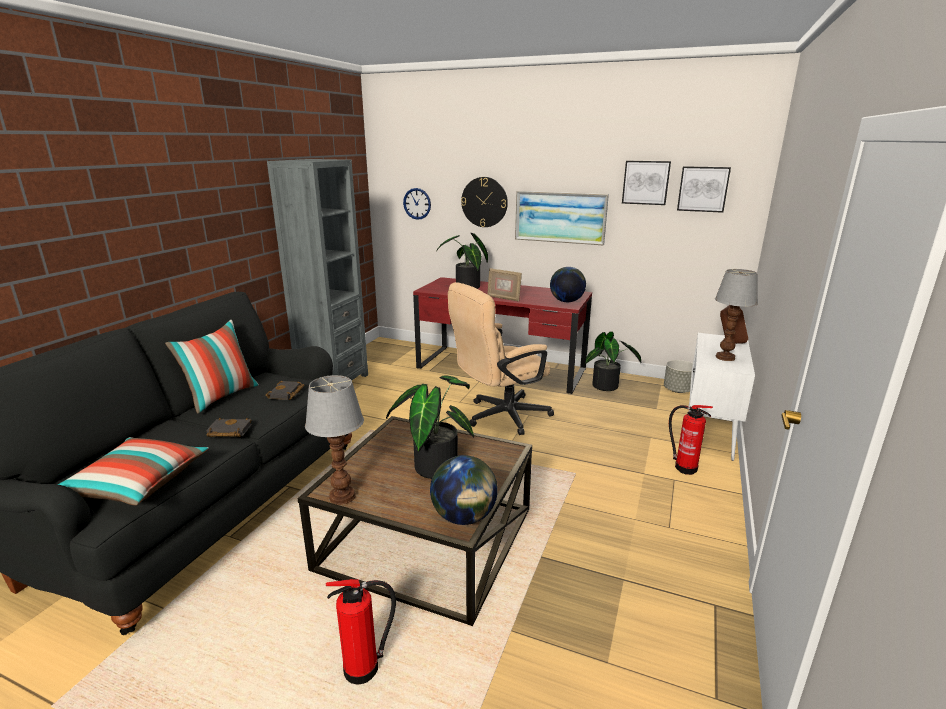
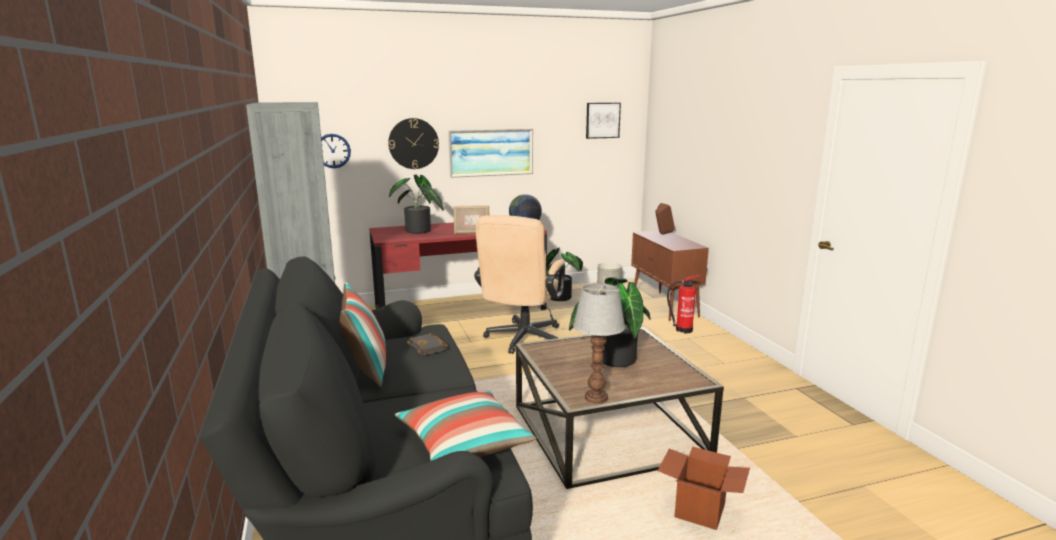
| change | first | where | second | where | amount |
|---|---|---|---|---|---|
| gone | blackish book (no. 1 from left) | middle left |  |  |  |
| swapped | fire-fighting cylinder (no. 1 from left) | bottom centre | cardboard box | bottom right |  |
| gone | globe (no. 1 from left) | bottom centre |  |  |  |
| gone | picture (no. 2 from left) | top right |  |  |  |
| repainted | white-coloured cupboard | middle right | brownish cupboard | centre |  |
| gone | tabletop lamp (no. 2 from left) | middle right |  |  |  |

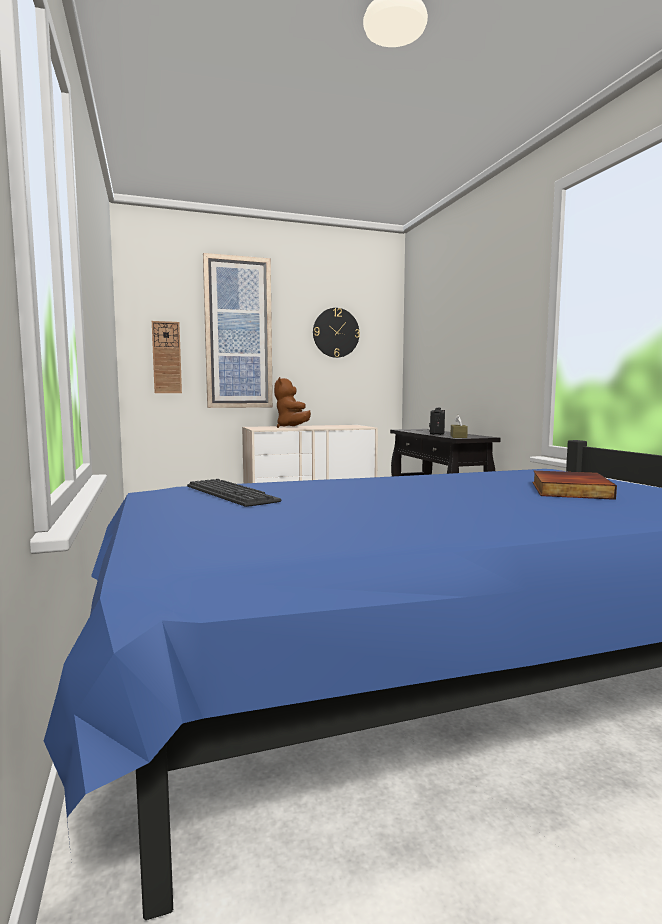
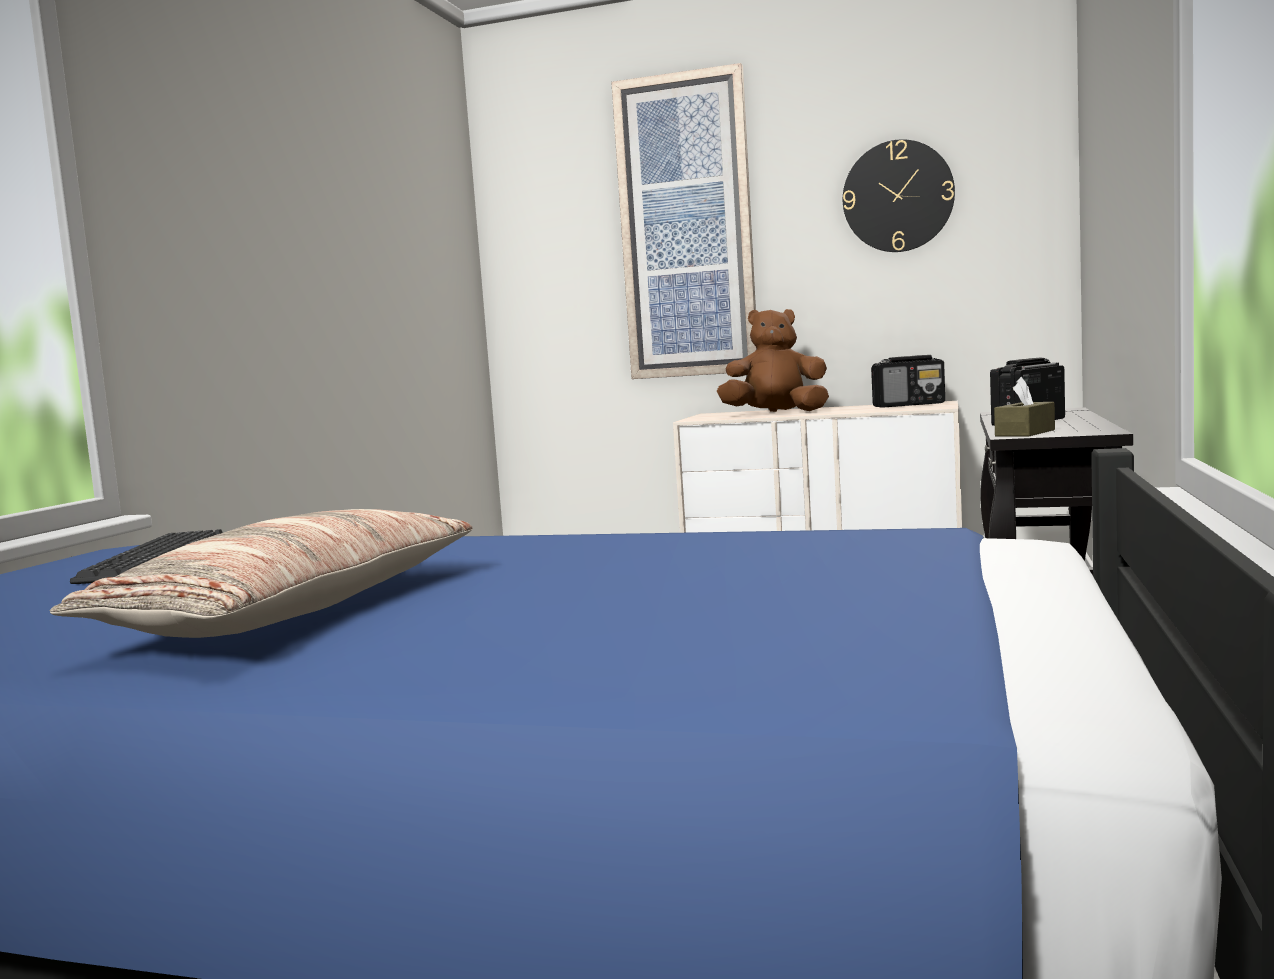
| change | first | where | second | where | amount |
|---|---|---|---|---|---|
| gone | clock on the wall (no. 1 from left) | middle left |  |  |  |
| rotated | brownish cuddly toy | centre |  | centre | 75 degrees clockwise |
| gone | book | middle right |  |  |  |
| new |  |  | pillow | middle left |  |
| new |  |  | radio receiver (no. 1 from left) | middle right |  |

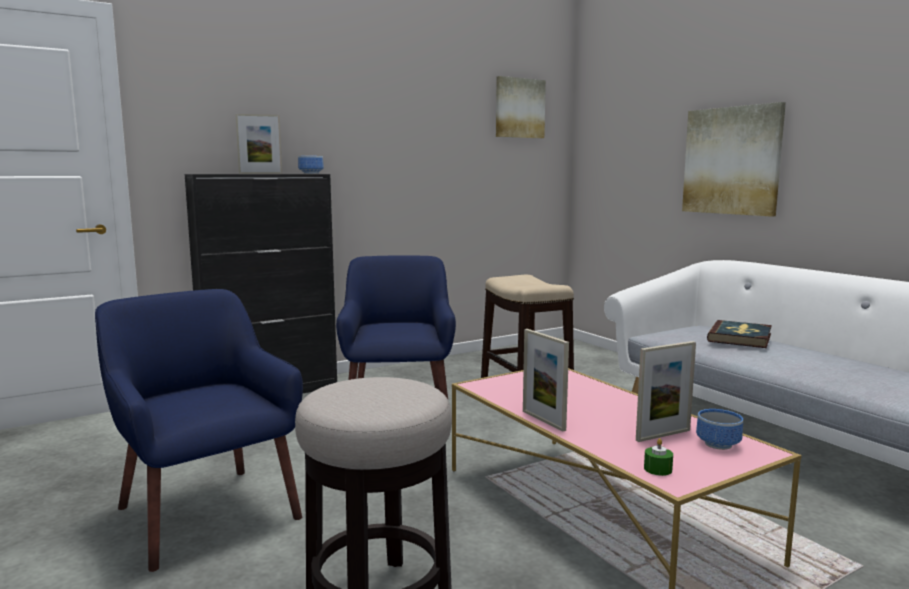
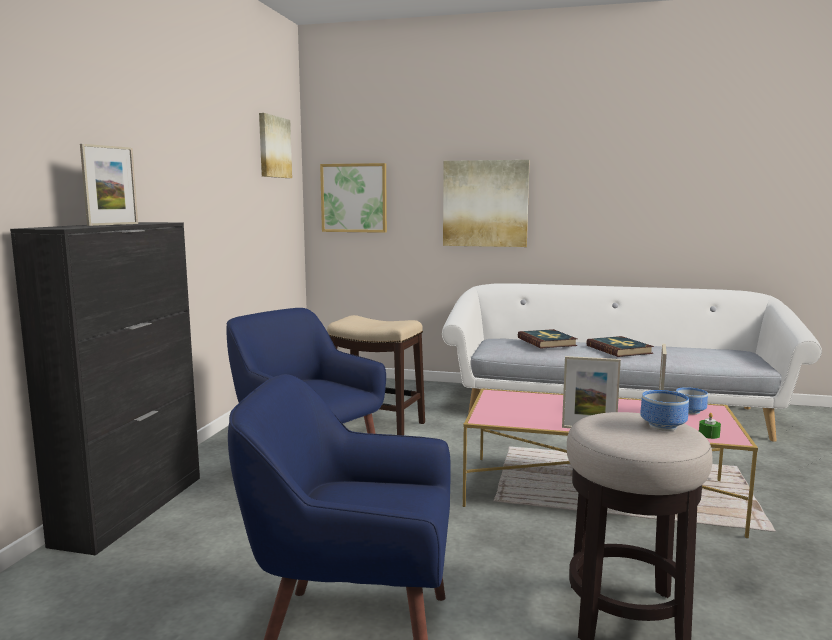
| change | first | where | second | where | amount |
|---|---|---|---|---|---|
| shifted | bowl (no. 1 from left) | top centre |  | middle right |  |
| new |  |  | picture (no. 2 from left) | top centre |  |
| new |  |  | book (no. 2 from left) | middle right |  |

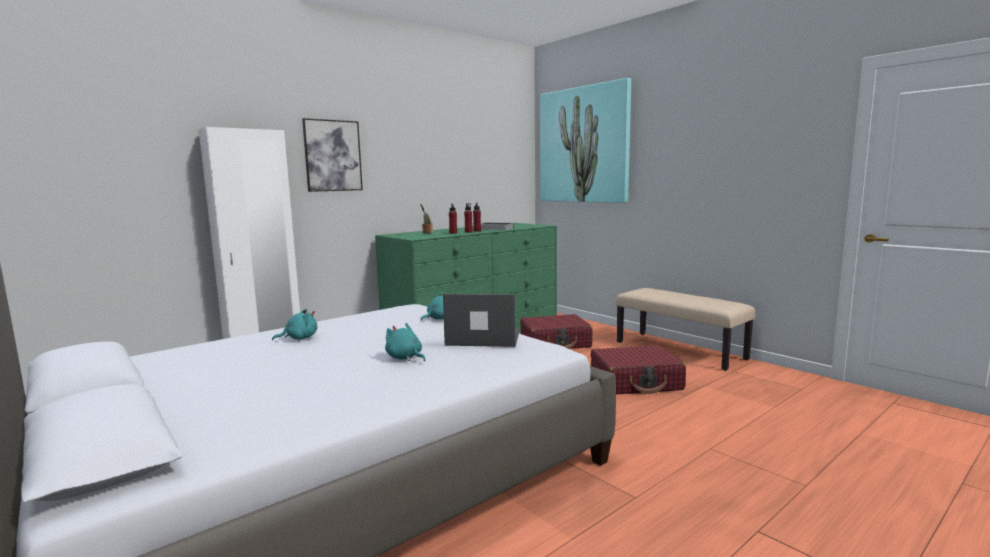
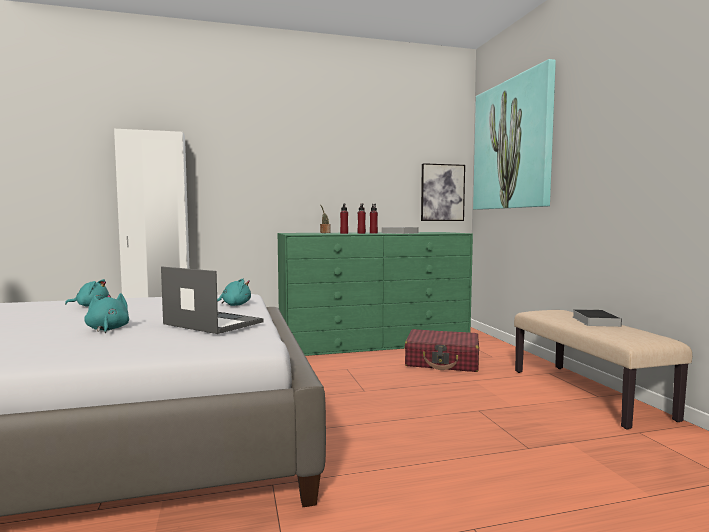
| change | first | where | second | where | amount |
|---|---|---|---|---|---|
| shifted | picture (no. 1 from left) | top centre |  | centre |  |
| gone | reddish travel case (no. 2 from left) | centre |  |  |  |
| new |  |  | book (no. 2 from left) | middle right |  |

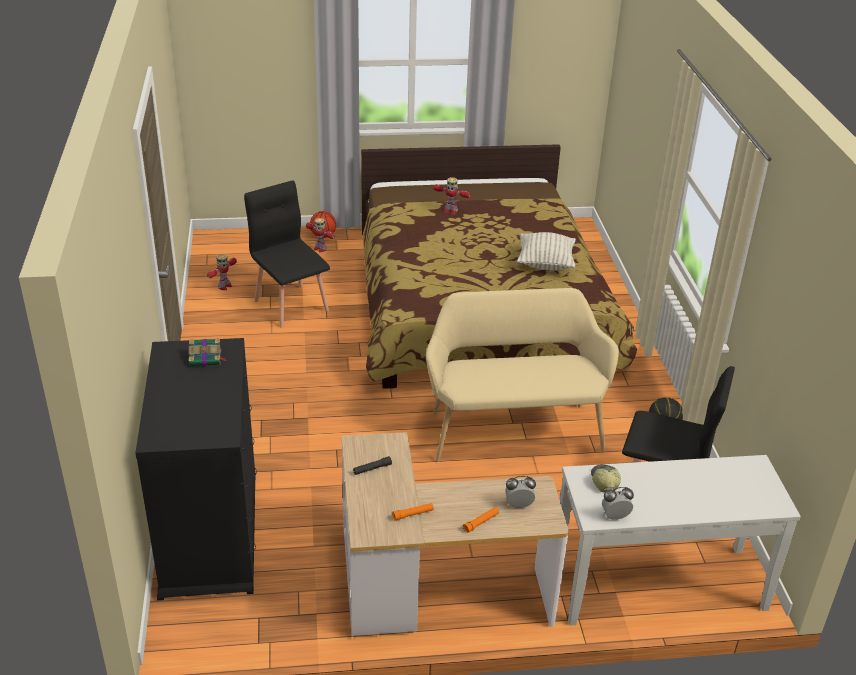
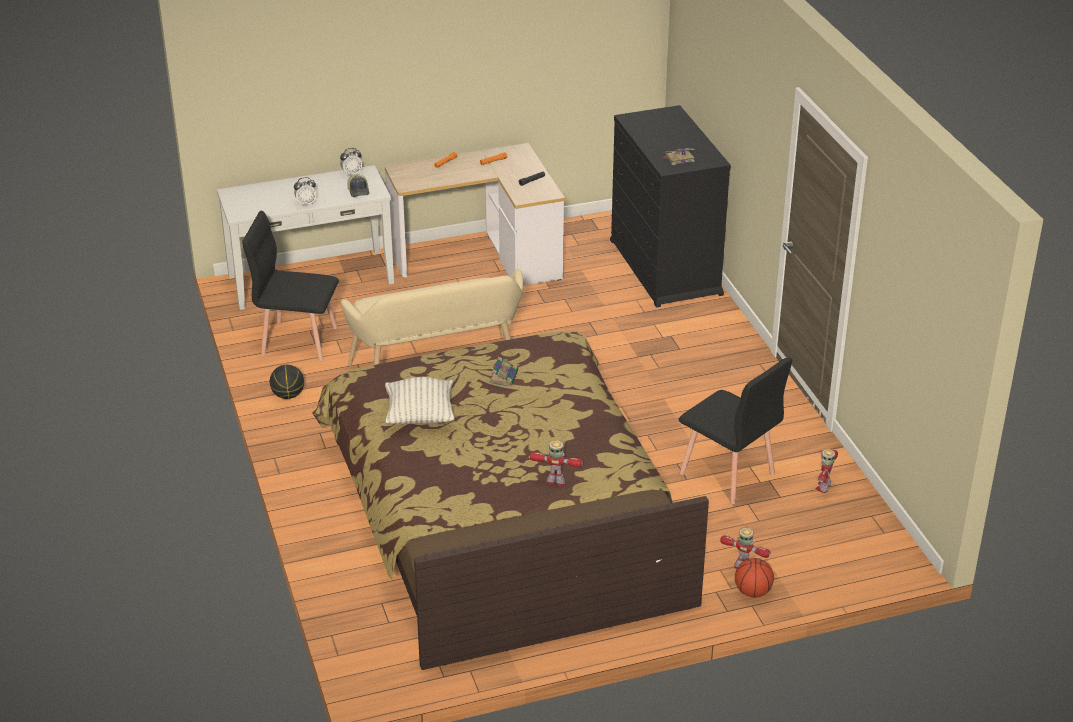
| change | first | where | second | where | amount |
|---|---|---|---|---|---|
| shifted | table clock (no. 1 from left) | bottom centre |  | top left |  |
| new |  |  | book (no. 1 from left) | centre |  |

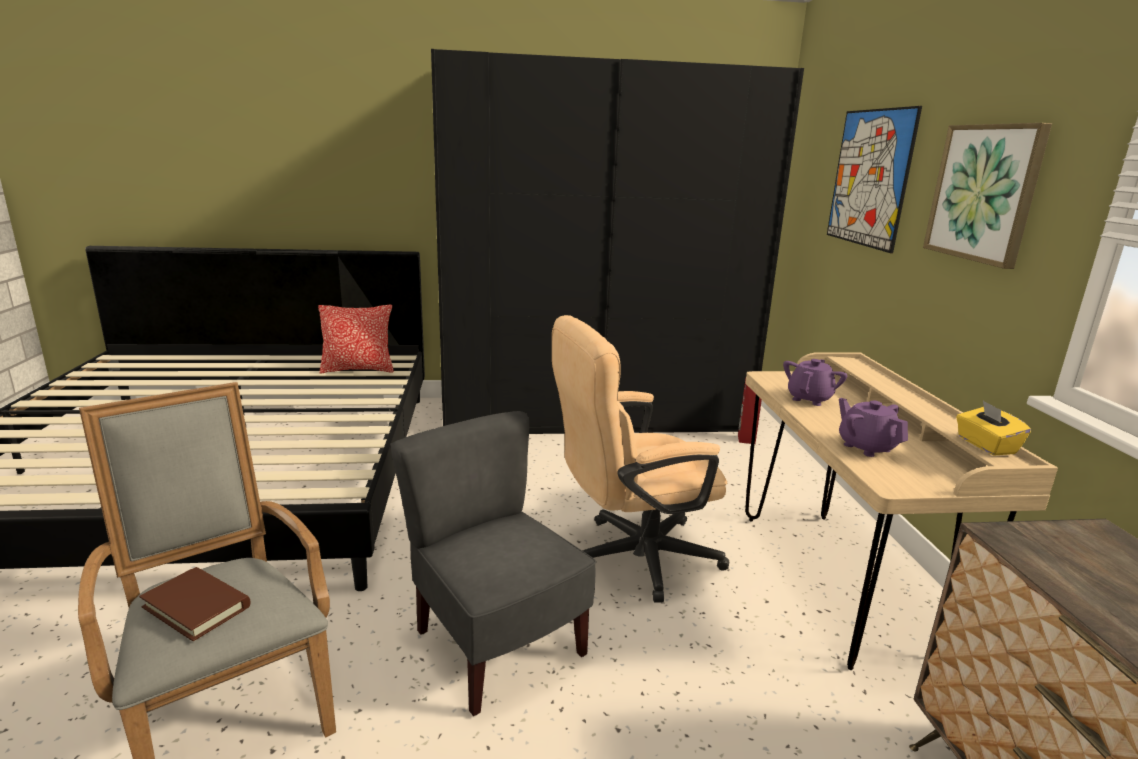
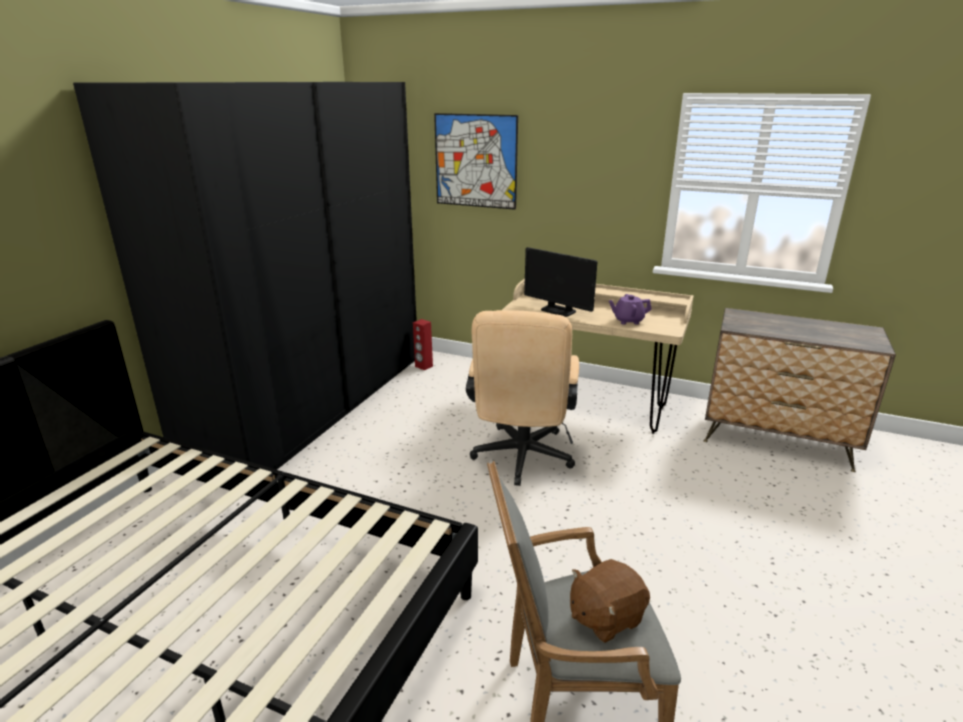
| change | first | where | second | where | amount |
|---|---|---|---|---|---|
| swapped | brownish book | bottom left | brownish cuddly toy | bottom centre |  |
| gone | pillow | middle left |  |  |  |
| gone | gray plain chair | bottom centre |  |  |  |
| swapped | purple-coloured pot for tea (no. 1 from left) | middle right | monitor | centre |  |
| gone | picture (no. 2 from left) | top right |  |  |  |
| gone | yellow-coloured tissue holder | middle right |  |  |  |

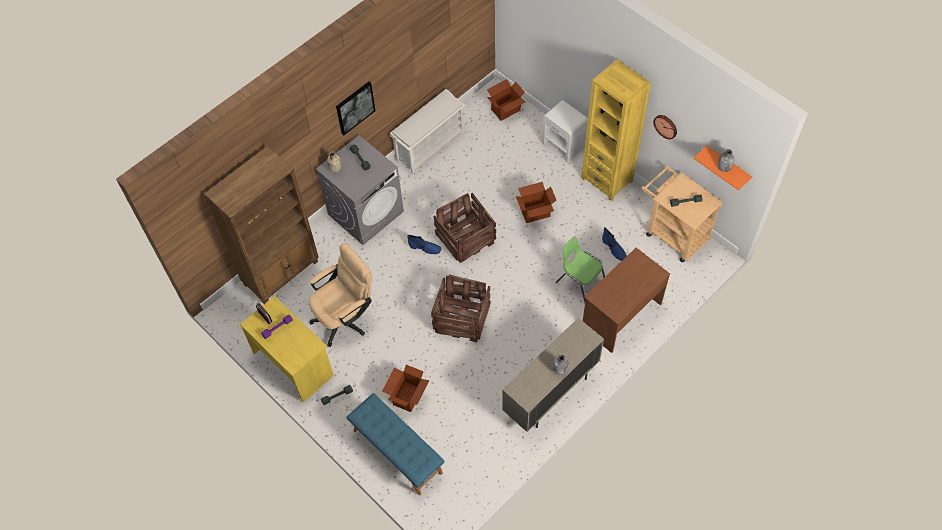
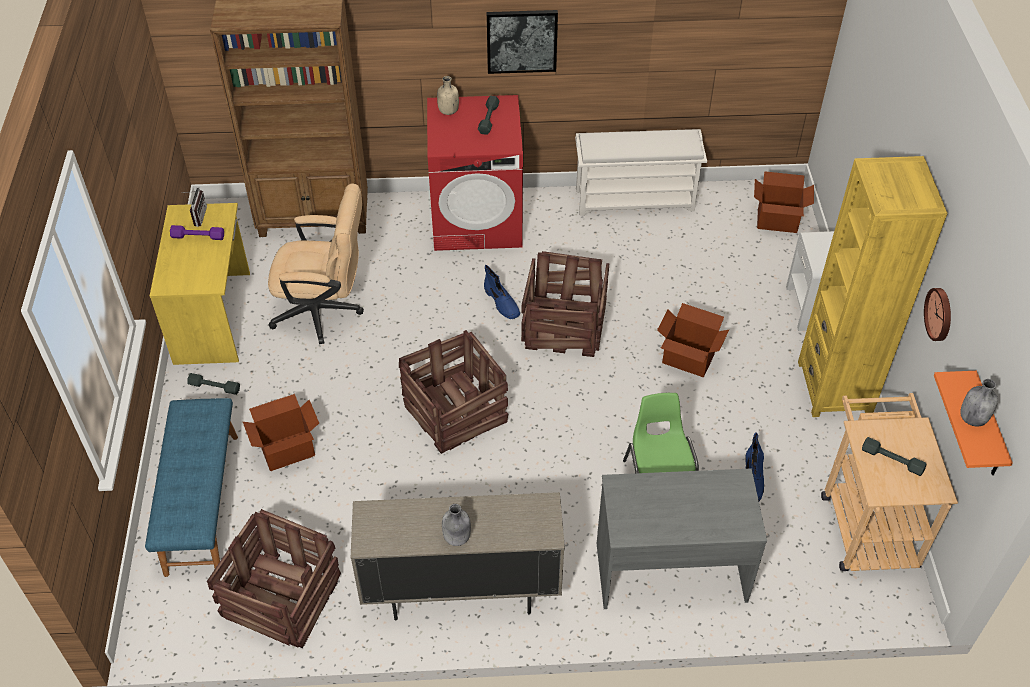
| change | first | where | second | where | amount |
|---|---|---|---|---|---|
| repainted | gray laundry appliance | centre | reddish laundry appliance | top centre |  |
| repainted | brownish desk unit | centre | gray desk unit | bottom centre |  |
| new |  |  | packing crate (no. 1 from left) | bottom left |  |

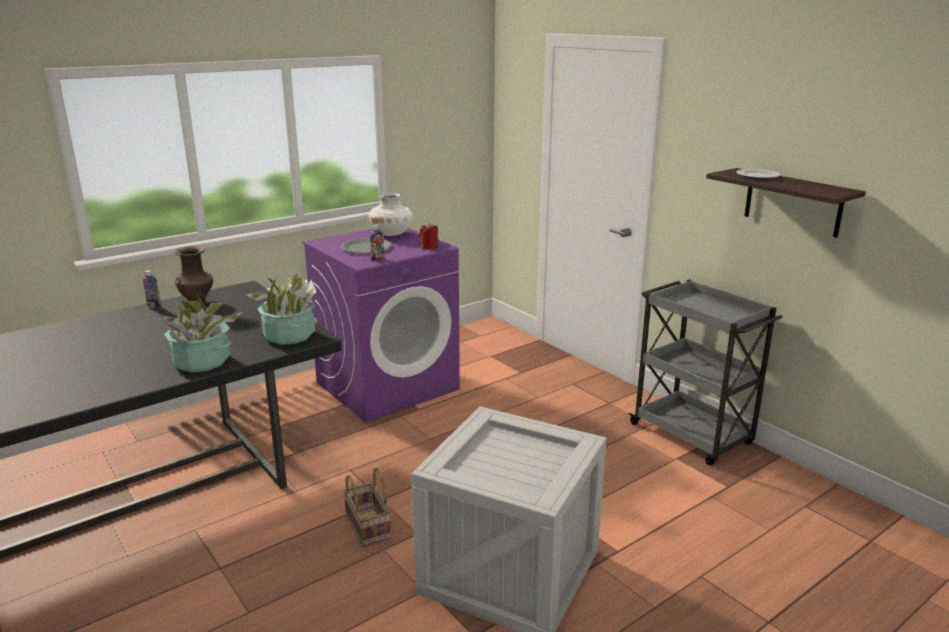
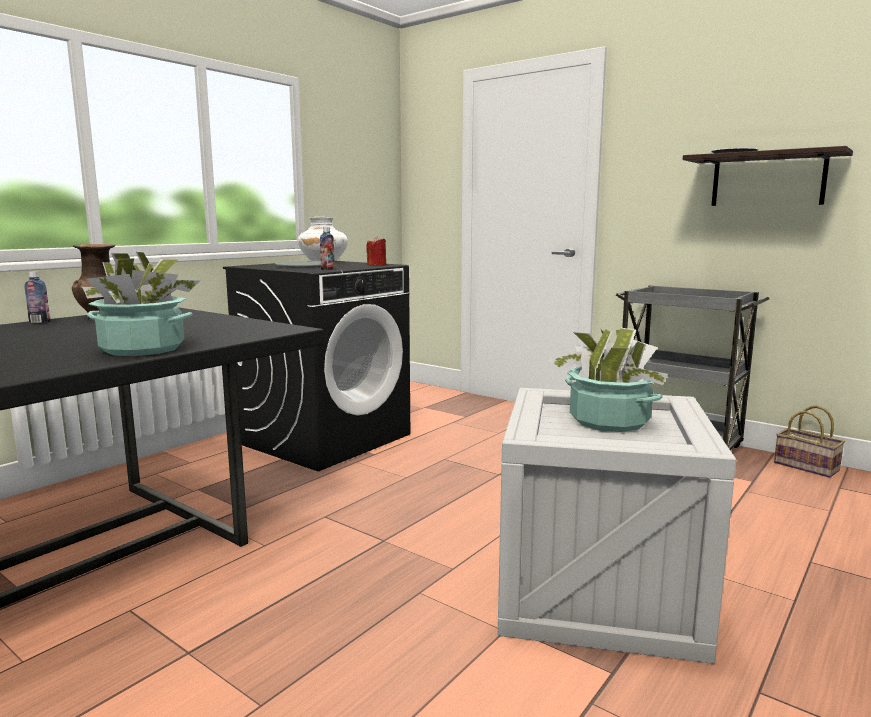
| change | first | where | second | where | amount |
|---|---|---|---|---|---|
| shifted | potted plant (no. 2 from left) | middle left |  | middle right |  |
| repainted | purple-coloured laundry appliance | centre | blackish laundry appliance | centre |  |
| shifted | household basket | bottom centre |  | middle right |  |

